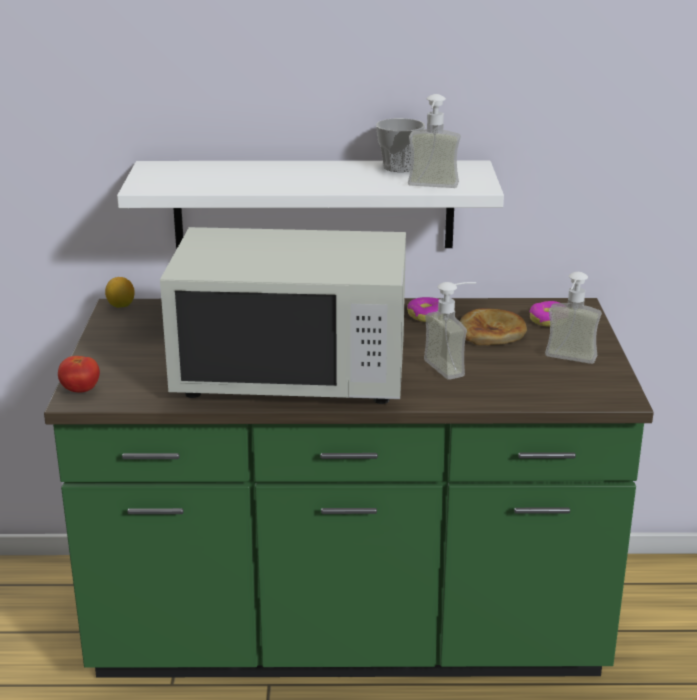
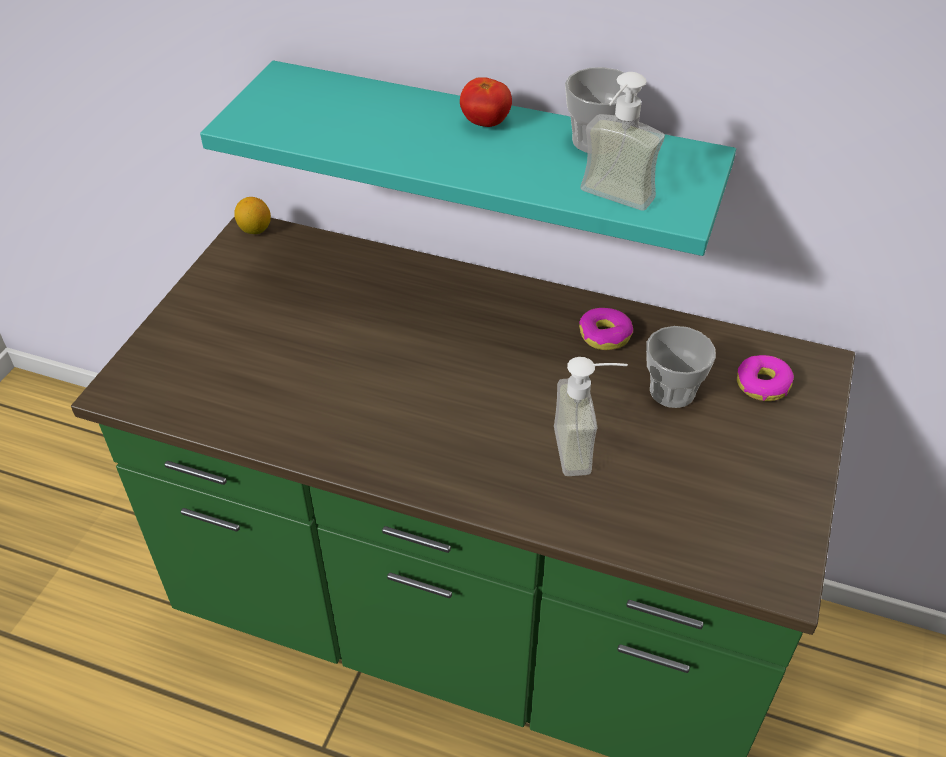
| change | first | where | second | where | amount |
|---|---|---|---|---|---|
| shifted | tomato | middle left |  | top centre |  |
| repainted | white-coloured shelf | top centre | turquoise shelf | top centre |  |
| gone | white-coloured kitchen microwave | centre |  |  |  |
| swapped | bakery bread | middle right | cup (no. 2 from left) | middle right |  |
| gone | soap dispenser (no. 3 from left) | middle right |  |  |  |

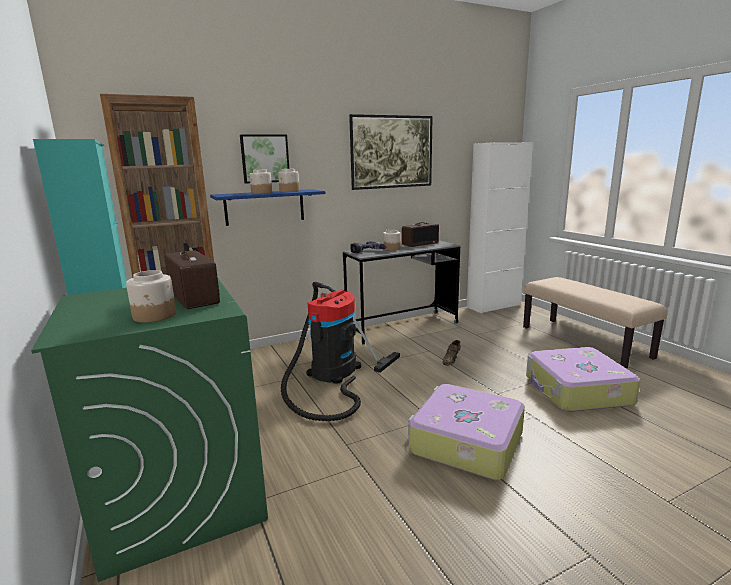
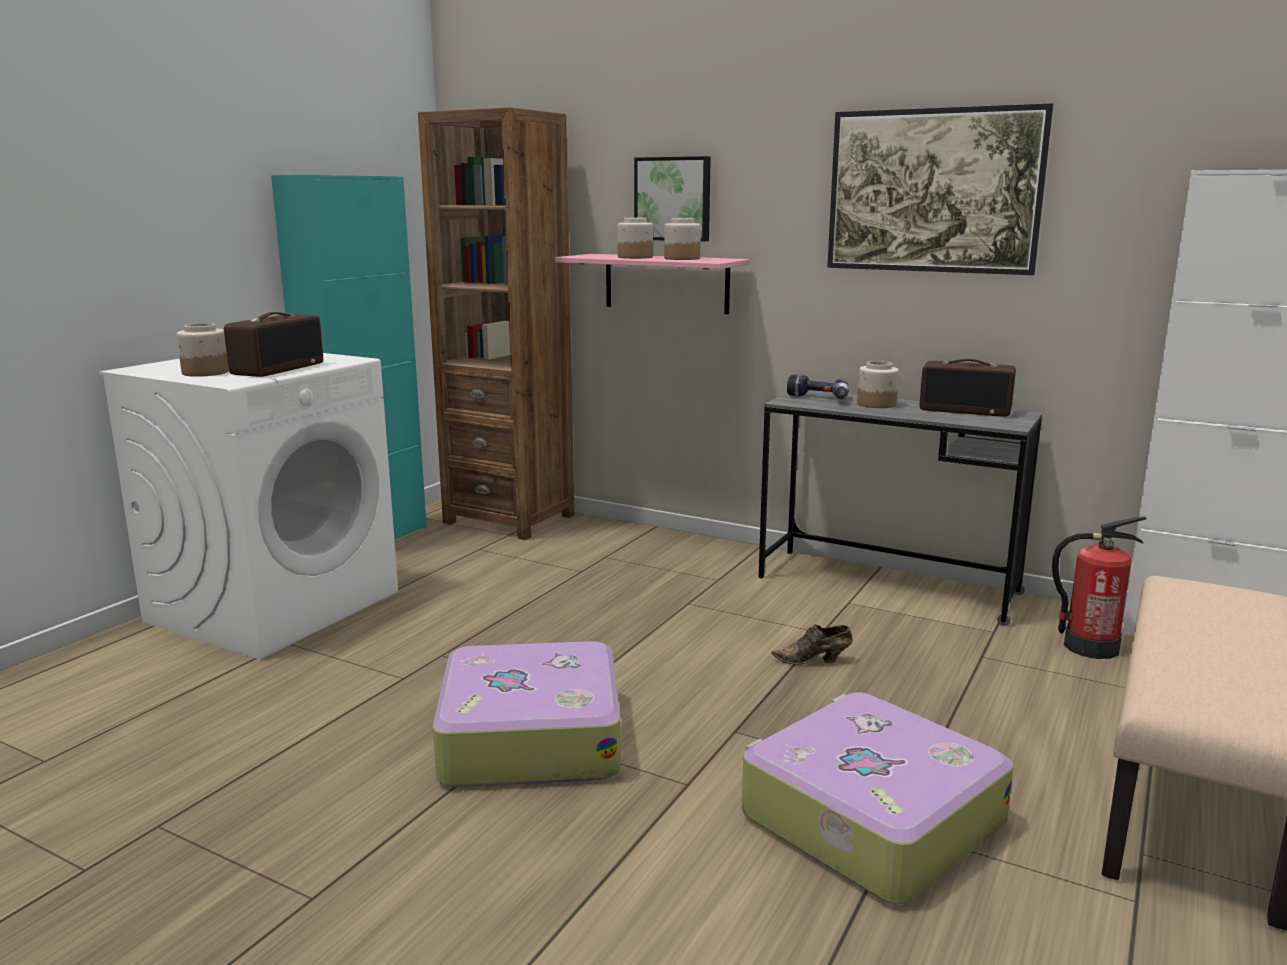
| change | first | where | second | where | amount |
|---|---|---|---|---|---|
| repainted | green laundry appliance | bottom left | white-coloured laundry appliance | middle left |  |
| repainted | blue-coloured shelf | centre | pinkish shelf | top centre |  |
| gone | hoover | centre |  |  |  |
| new |  |  | fire-fighting cylinder | middle right |  |

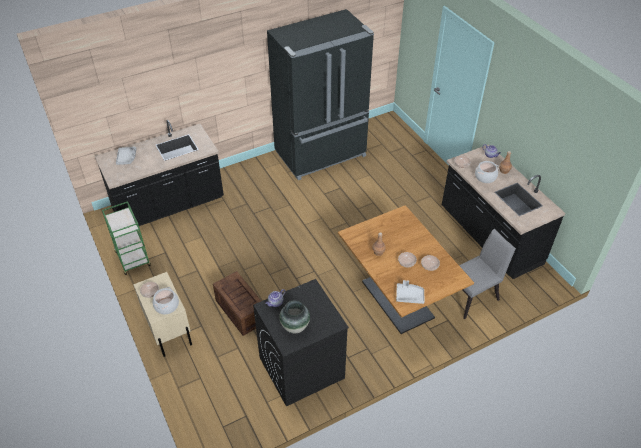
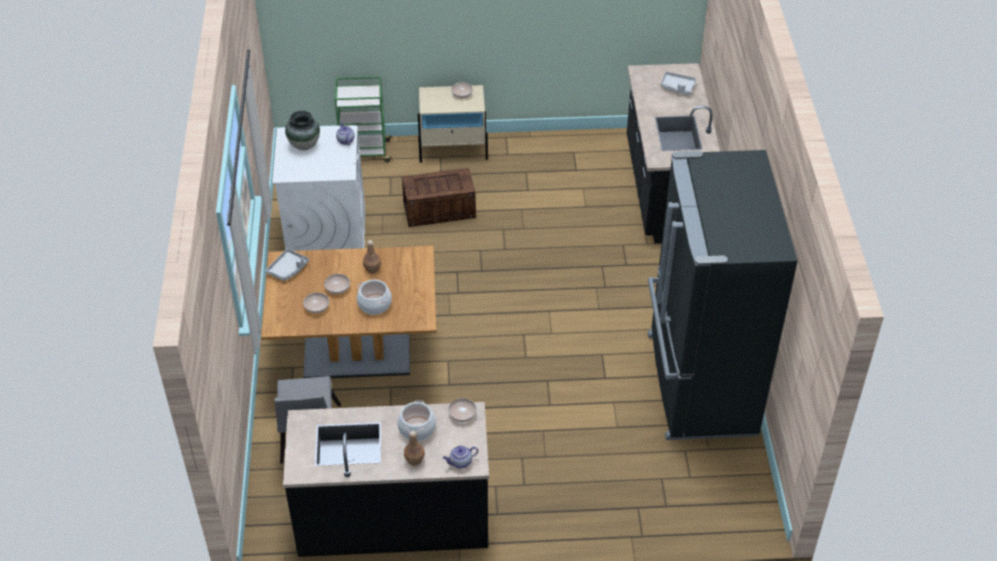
| change | first | where | second | where | amount |
|---|---|---|---|---|---|
| shifted | green wheeled cart | middle left |  | top centre |  |
| shifted | cooking pot (no. 1 from left) | bottom left |  | centre |  |
| repainted | blackish laundry appliance | bottom centre | white-coloured laundry appliance | middle left |  |

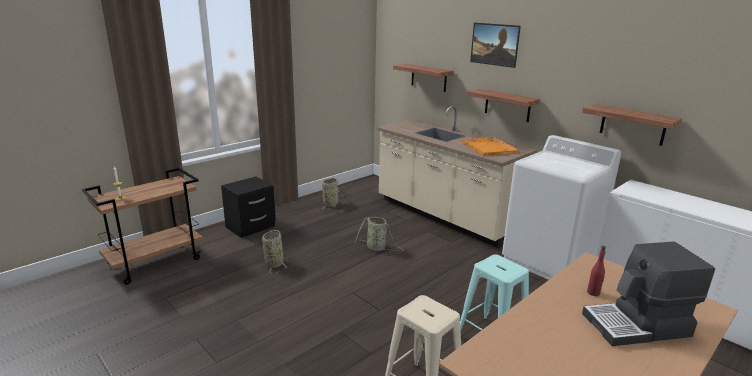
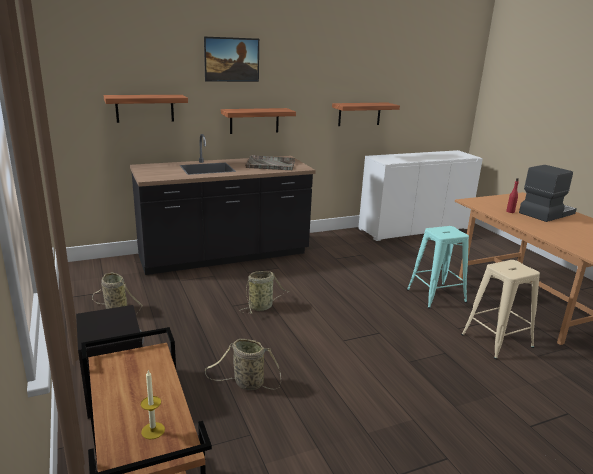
| change | first | where | second | where | amount |
|---|---|---|---|---|---|
| repainted | sand-coloured kitchen base unit | centre | blackish kitchen base unit | centre |  |
| repainted | orange serving tray | centre | gray serving tray | centre |  |
| gone | white-coloured laundry appliance | middle right |  |  |  |
| rotated | coffee machine | bottom right |  | middle right | 135 degrees counterclockwise |

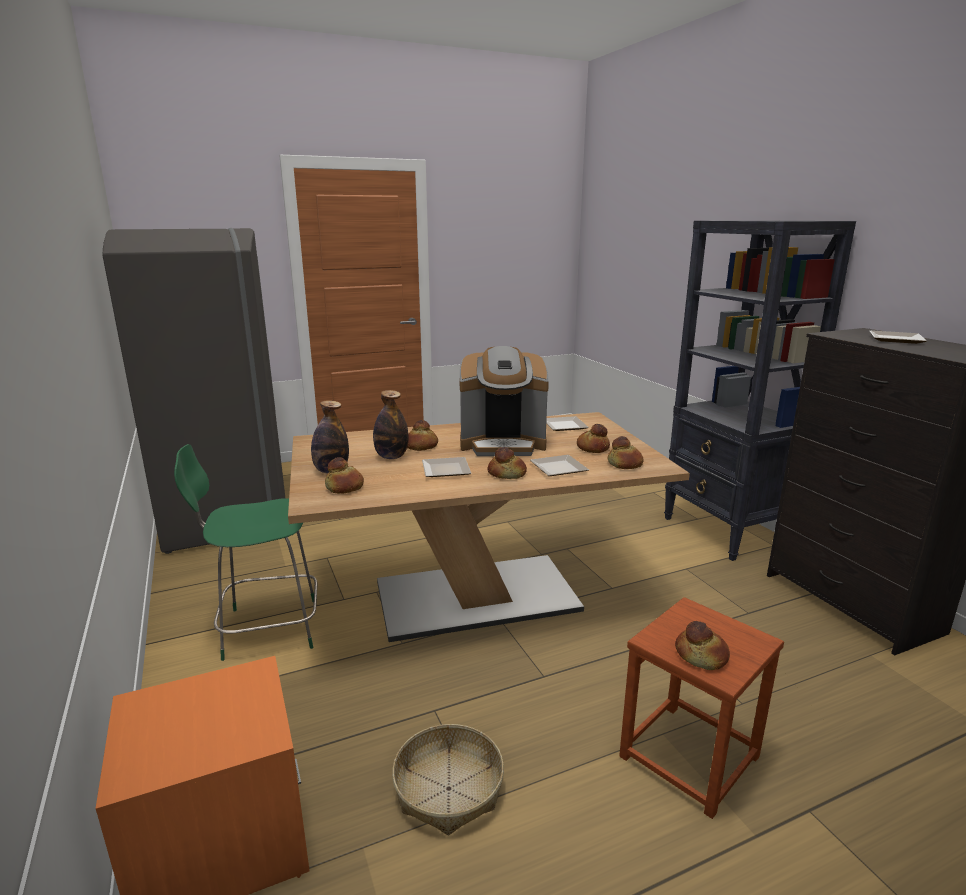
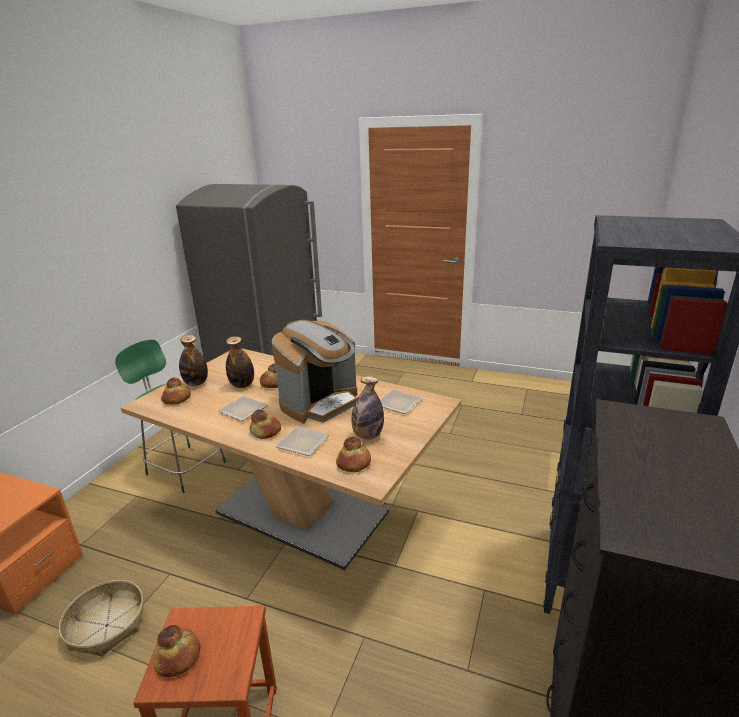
| change | first | where | second | where | amount |
|---|---|---|---|---|---|
| rotated | coffee machine | centre |  | centre | 90 degrees counterclockwise |
| swapped | bakery bread (no. 4 from left) | centre | drink bottle (no. 3 from left) | centre |  |
| gone | dinner plate (no. 4 from left) | middle right |  |  |  |

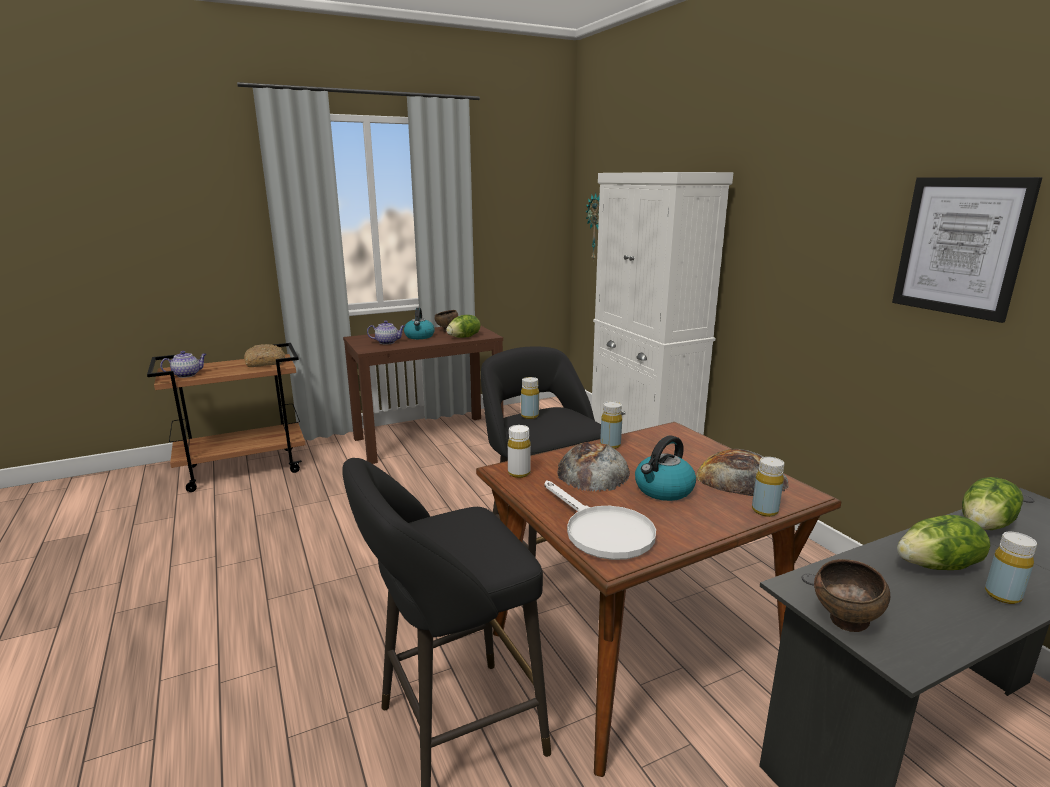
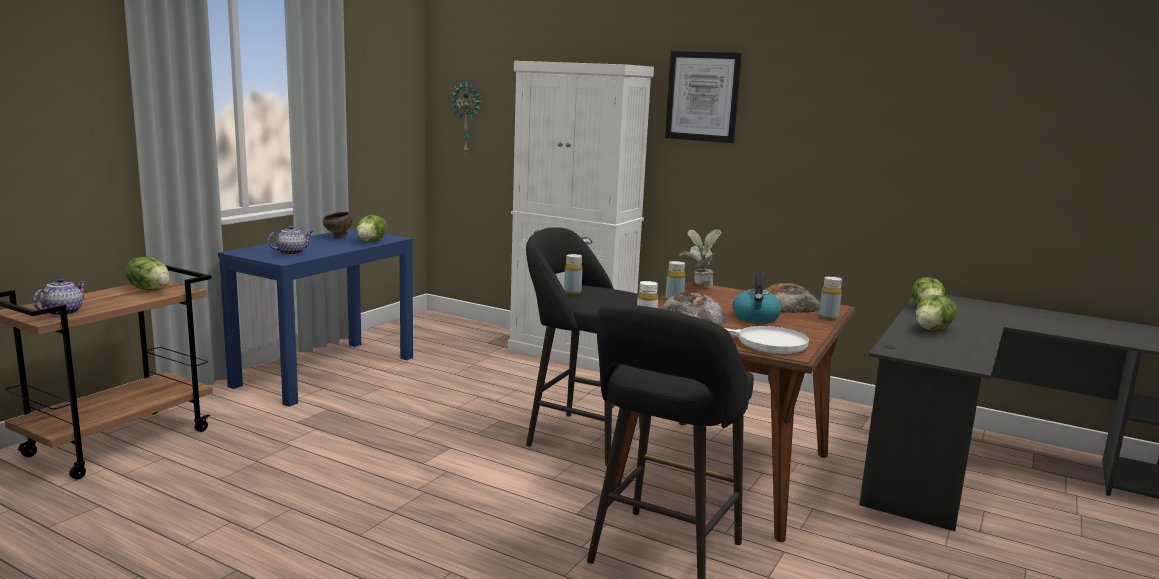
| change | first | where | second | where | amount |
|---|---|---|---|---|---|
| swapped | bakery bread (no. 1 from left) | middle left | head of lettuce (no. 1 from left) | middle left |  |
| repainted | brownish console table | centre | blue-coloured console table | middle left |  |
| gone | water kettle (no. 1 from left) | centre |  |  |  |
| gone | brownish bowl (no. 2 from left) | bottom right |  |  |  |
| shifted | picture | top right |  | top centre |  |
| gone | yellow-coloured drink bottle (no. 4 from left) | bottom right |  |  |  |
| new |  |  | potted plant | centre |  |

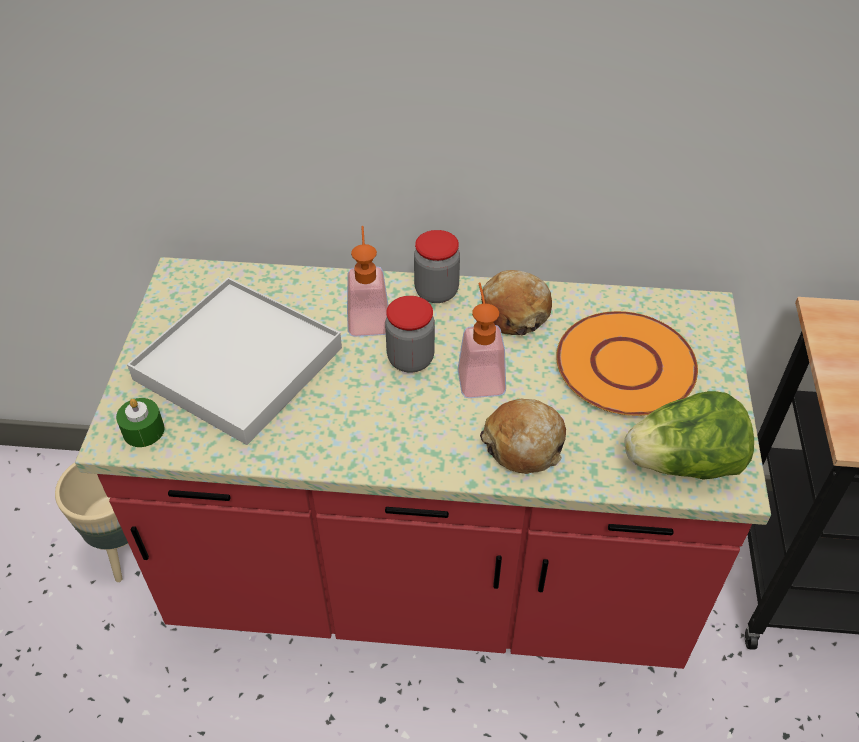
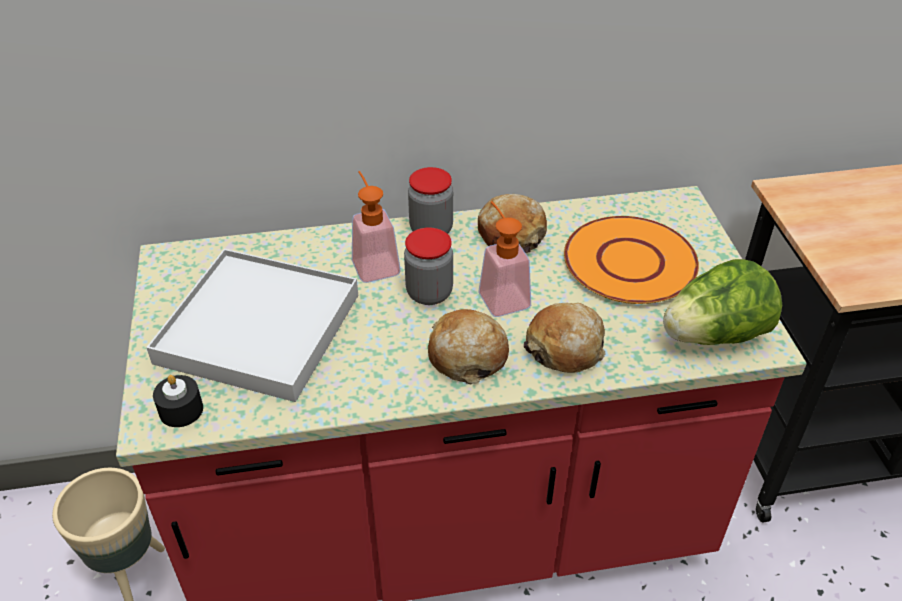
| change | first | where | second | where | amount |
|---|---|---|---|---|---|
| repainted | green wax candle | middle left | blackish wax candle | bottom left |  |
| new |  |  | bakery bread (no. 1 from left) | centre |  |

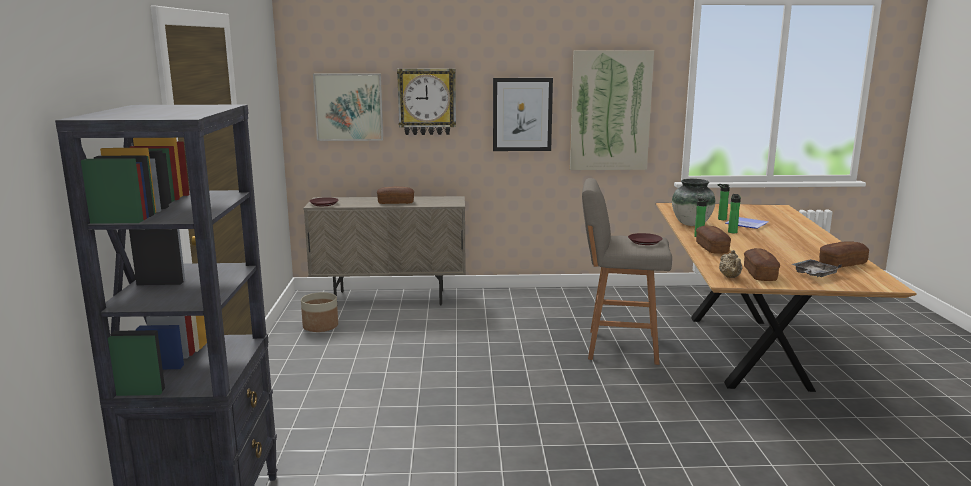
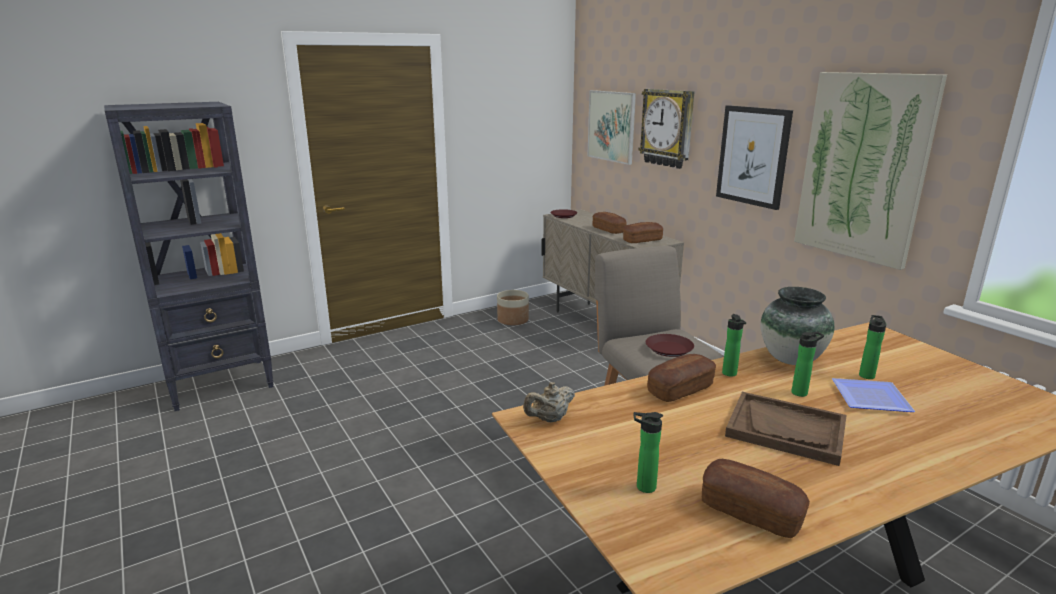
| change | first | where | second | where | amount |
|---|---|---|---|---|---|
| shifted | bakery bread (no. 3 from left in the first image) | middle right | bakery bread (no. 2 from left) | centre |  |
| swapped | gray serving tray | middle right | drink bottle (no. 1 from left) | bottom centre |  |
| new |  |  | brownish serving tray | bottom right |  |

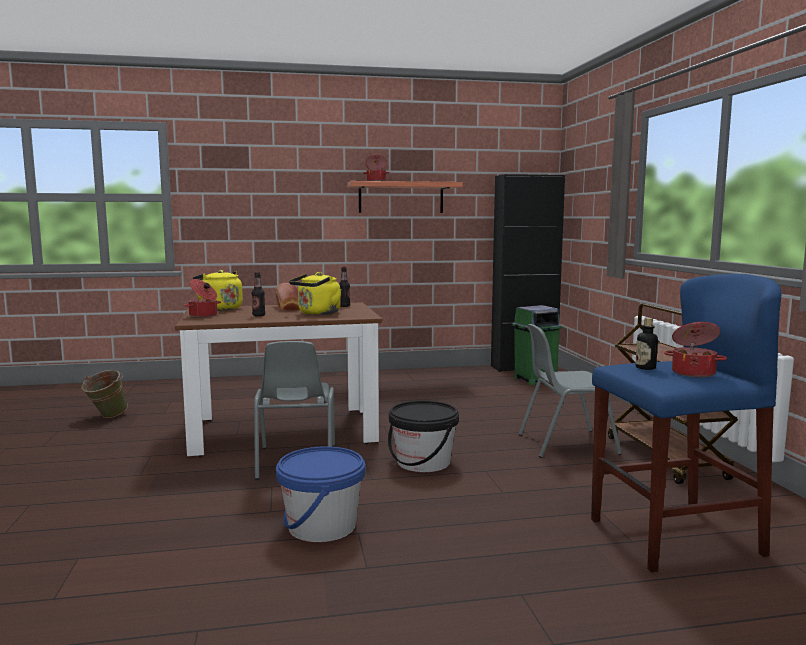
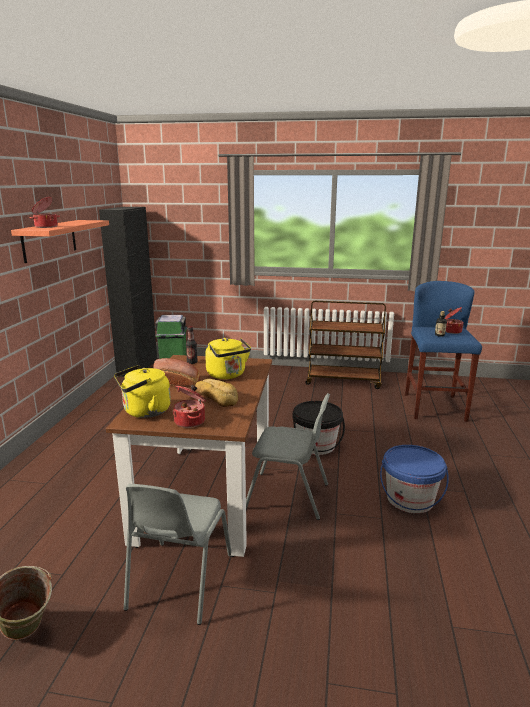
| change | first | where | second | where | amount |
|---|---|---|---|---|---|
| swapped | drink bottle (no. 1 from left) | middle left | bakery bread (no. 2 from left) | centre |  |
| shifted | gray plain chair (no. 2 from left in the first image) | middle right | gray plain chair (no. 1 from left) | bottom centre |  |

